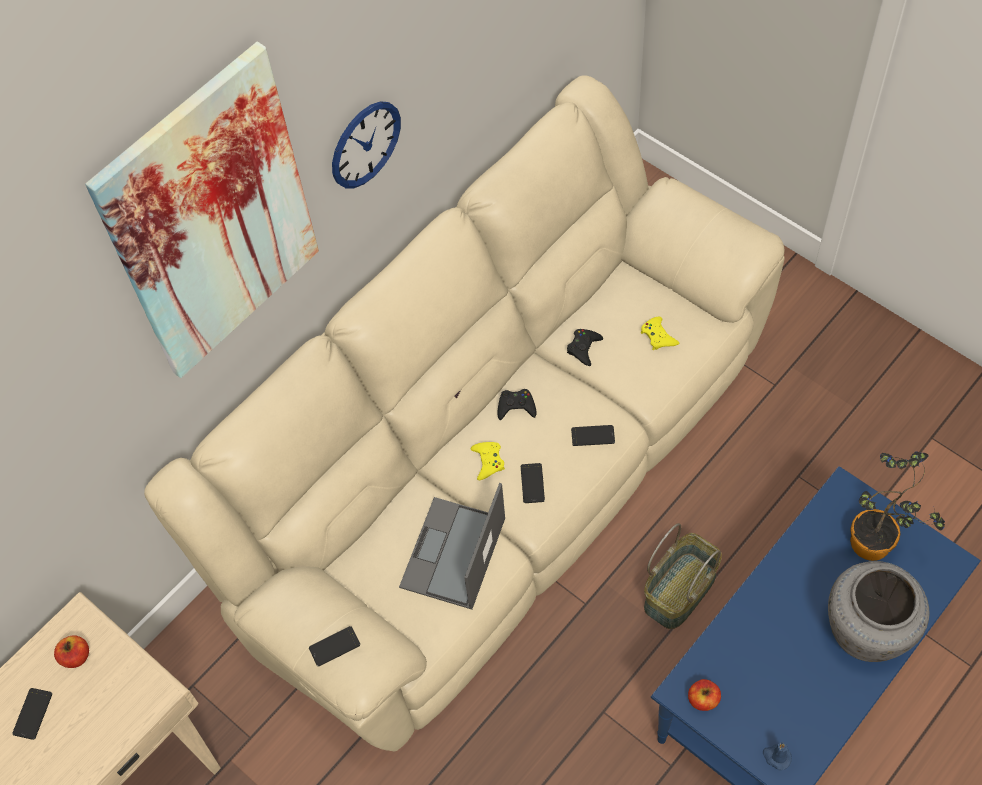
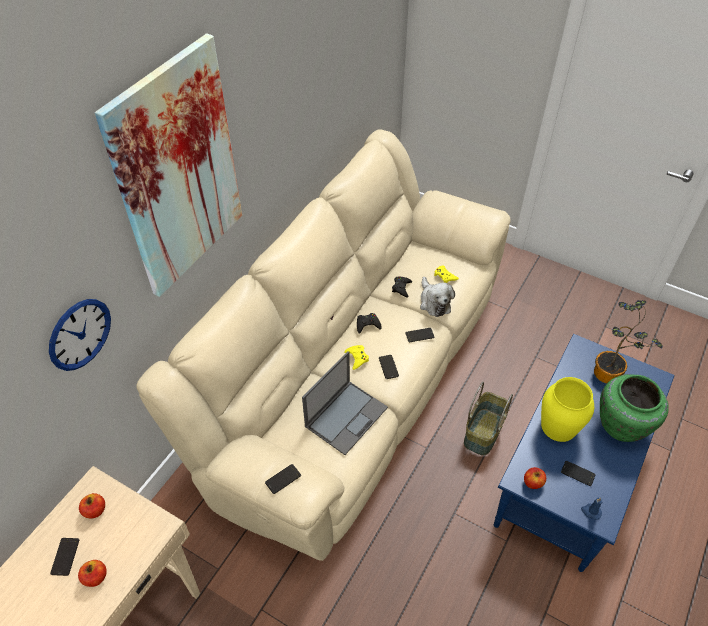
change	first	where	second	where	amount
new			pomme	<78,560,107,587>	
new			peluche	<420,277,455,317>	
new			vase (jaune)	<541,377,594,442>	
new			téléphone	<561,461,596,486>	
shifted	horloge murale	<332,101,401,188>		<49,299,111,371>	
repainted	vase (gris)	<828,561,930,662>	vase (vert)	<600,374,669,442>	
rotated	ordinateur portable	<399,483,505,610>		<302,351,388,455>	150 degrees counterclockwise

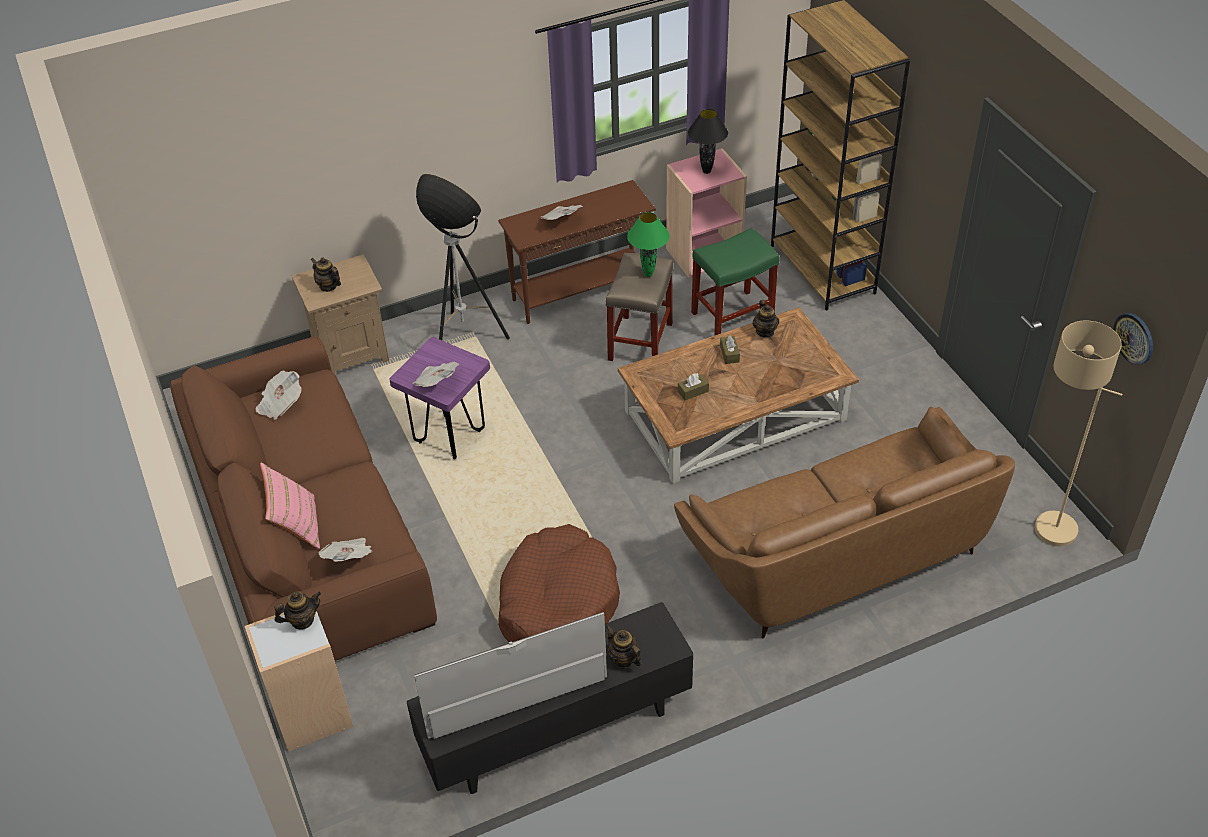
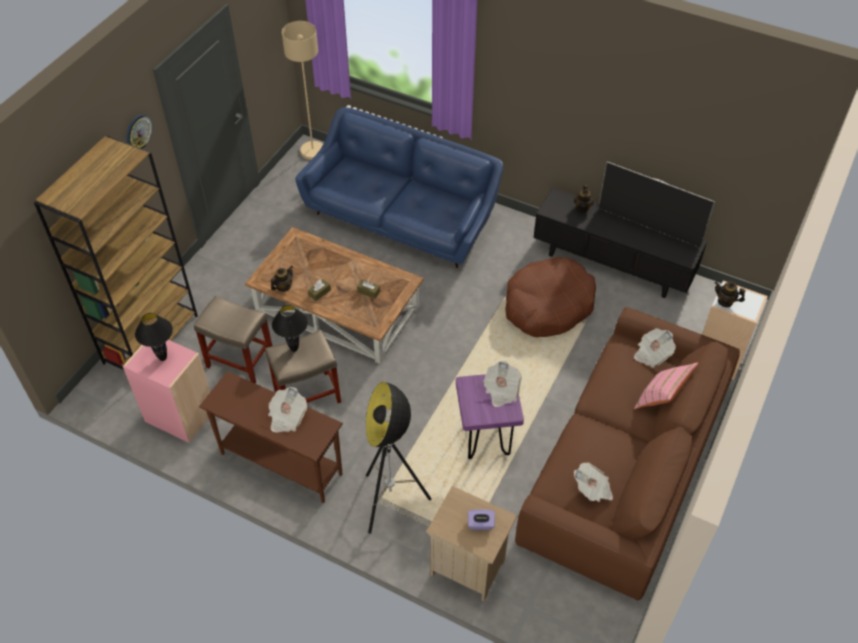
change	first	where	second	where	amount
shifted	horloge murale	<1113,313,1153,365>		<126,115,153,149>	
swapped	théière	<310,258,341,292>	boîte à mouchoirs (violet)	<468,509,495,530>	
repainted	lampe de table (vert)	<627,212,670,277>	lampe de table (noir)	<272,305,308,352>	
repainted	canapé (marron)	<674,406,1015,639>	canapé (bleu)	<295,107,503,268>	
repainted	tabouret (vert)	<691,228,780,335>	tabouret (beige)	<194,296,272,384>	

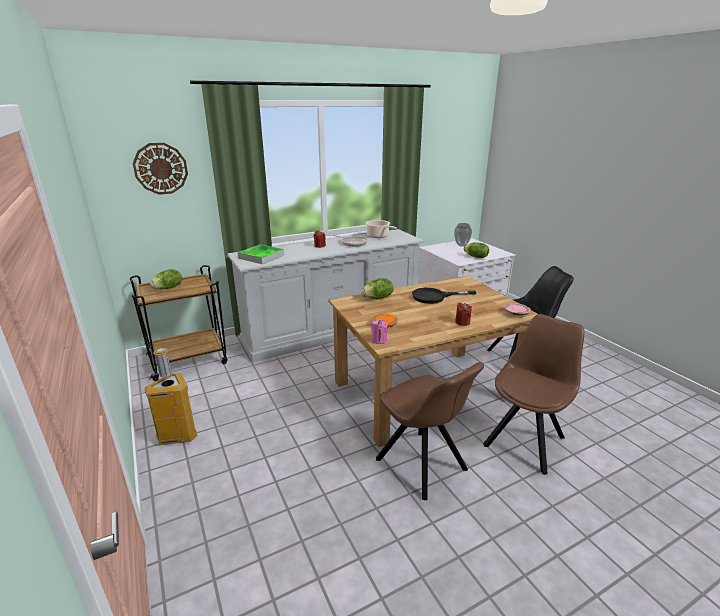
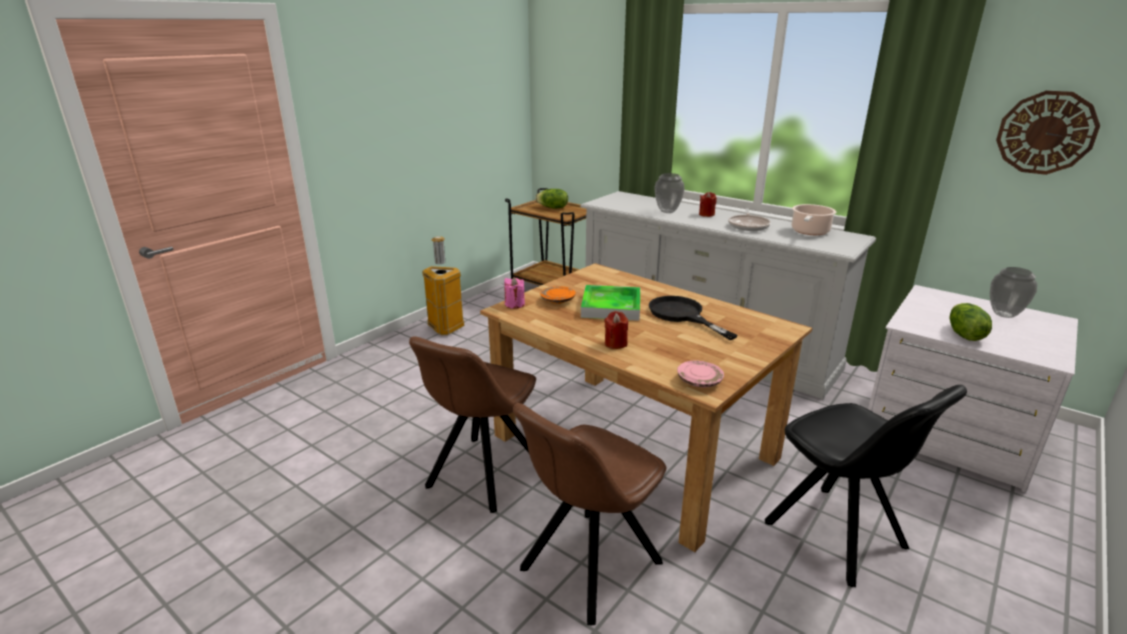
change	first	where	second	where	amount
gone	laitue	<361,278,394,299>			
new			vase	<654,173,685,213>	
shifted	horloge murale	<133,143,188,195>		<996,91,1100,175>	
shifted	plateau	<238,244,284,264>		<581,285,640,321>	
rotated	chaise (marron)	<483,314,584,475>		<513,403,666,626>	120 degrees clockwise

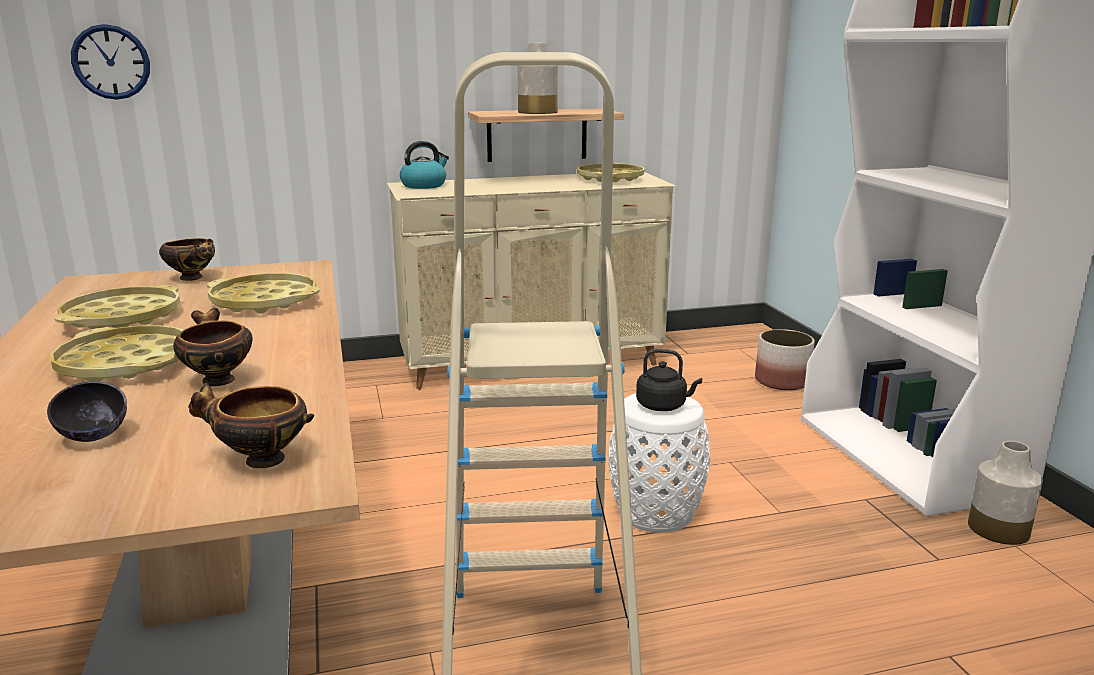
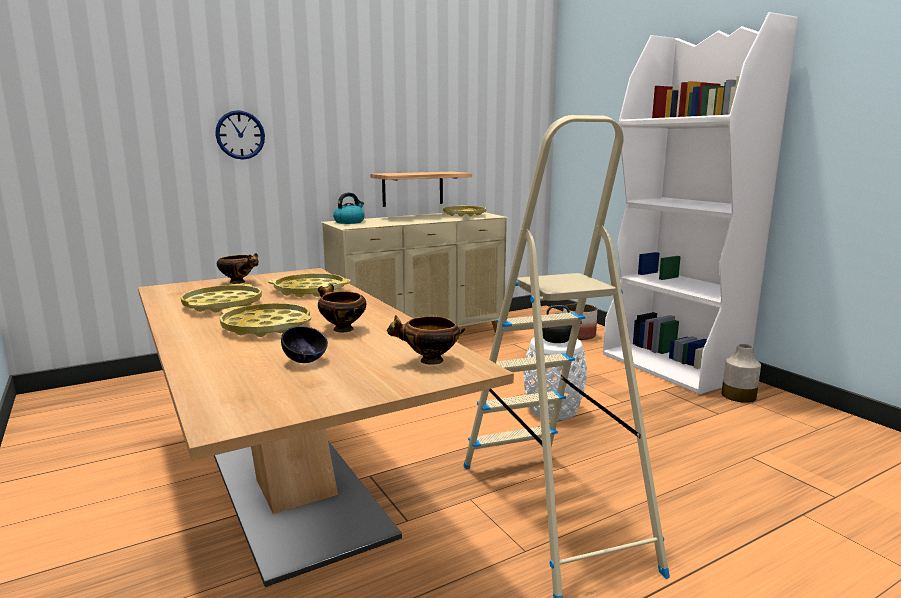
change	first	where	second	where	amount
gone	vase (beige)	<518,43,558,114>			
shifted	horloge murale	<71,24,150,100>		<215,110,265,160>	

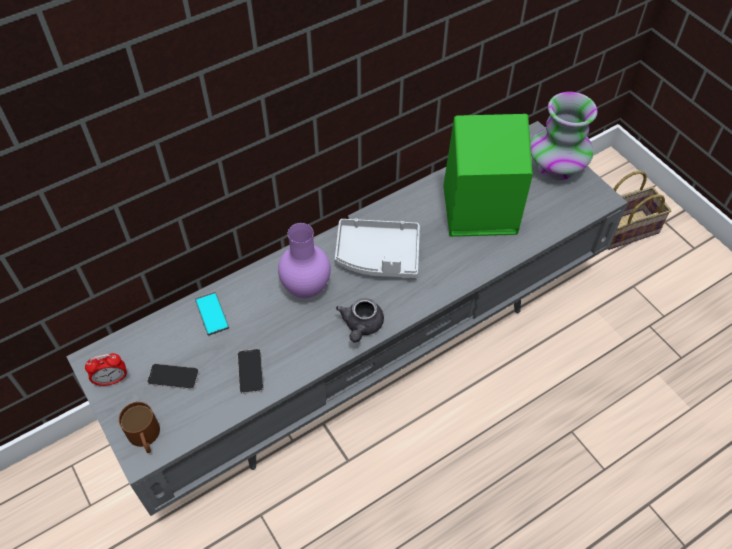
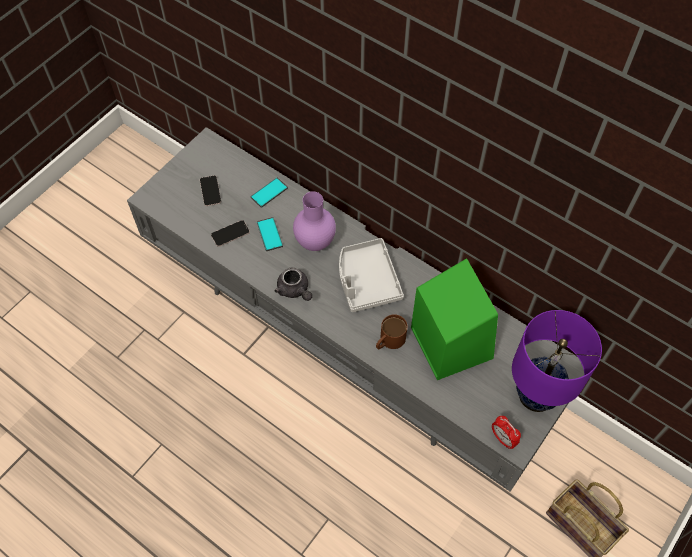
change	first	where	second	where	amount
new			téléphone	<257,217,283,251>	
shifted	réveil	<85,353,127,387>		<492,416,521,449>	
shifted	mug (marron)	<119,402,160,453>		<376,314,407,349>	
swapped	vase	<530,92,598,180>	lampe de table (violet)	<512,310,602,412>	
rotated	théière (gris)	<336,298,384,342>		<275,268,312,301>	120 degrees counterclockwise

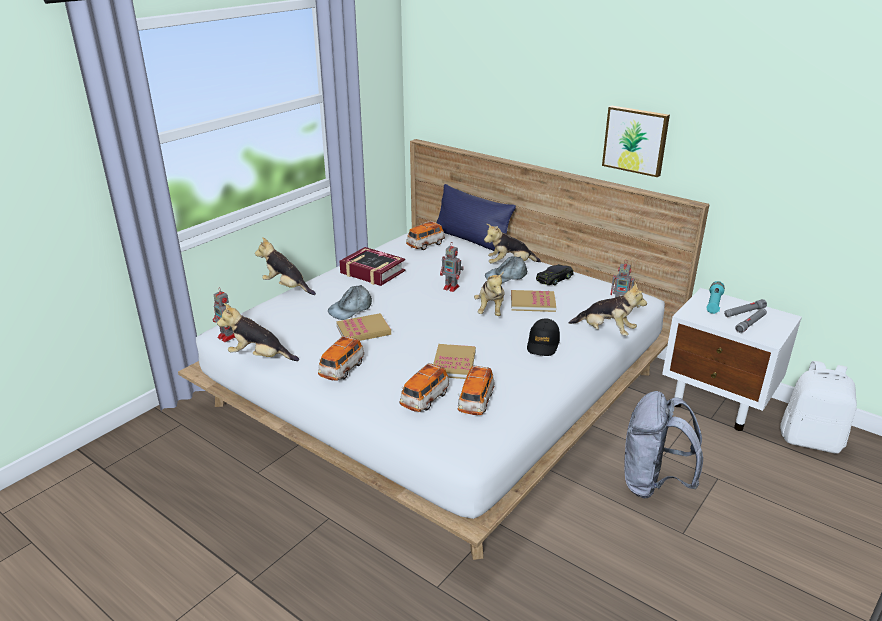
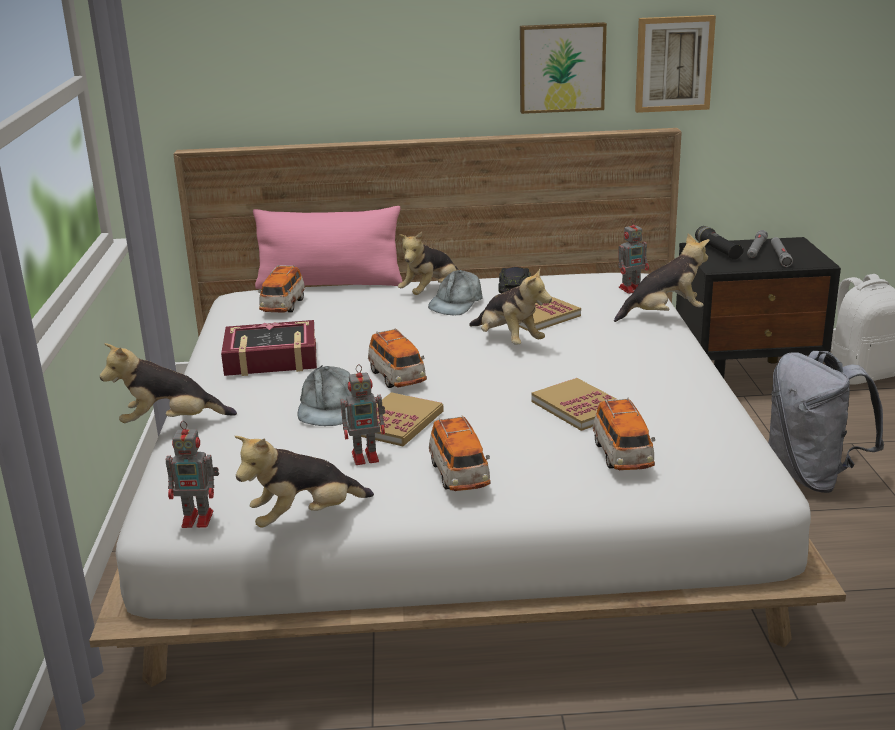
change	first	where	second	where	amount
gone	casquette (noir)	<527,319,560,356>			
new			tableau	<635,15,716,113>	
shifted	robot jouet	<440,243,464,292>		<341,364,385,465>	
shifted	petite voiture	<458,365,495,415>		<368,328,427,388>	
repainted	coussin (bleu)	<436,184,516,253>	coussin (rose)	<253,206,403,289>	
repainted	table de chevet (blanc)	<662,288,802,431>	table de chevet (noir)	<676,237,841,378>	
repainted	lampe de poche (turquoise)	<707,281,725,314>	lampe de poche (noir)	<695,226,744,260>	

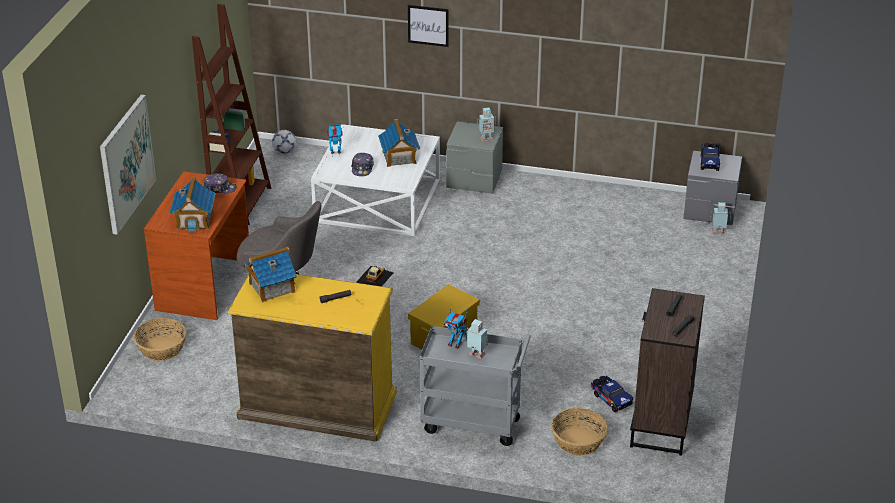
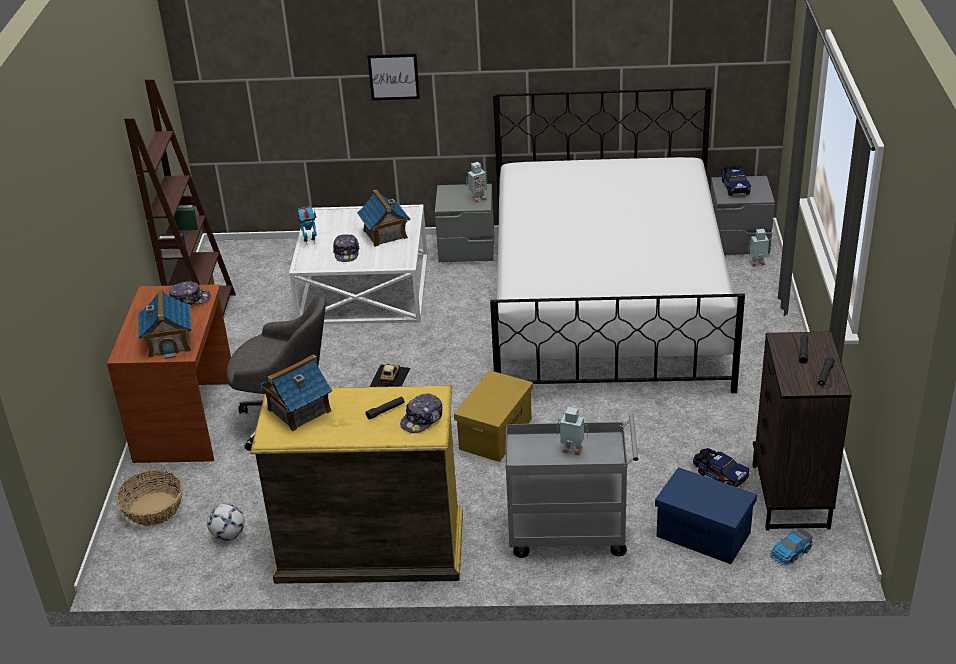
change	first	where	second	where	amount
gone	tableau	<100,95,156,235>			
gone	robot jouet	<443,305,467,349>			
new			casquette	<400,393,443,433>	
new			lit (blanc)	<490,87,745,393>	
new			petite voiture	<770,528,813,565>	
shifted	ballon de foot	<272,130,296,154>		<207,503,245,541>	
swapped	panier	<551,408,608,455>	boîte de rangement (bleu)	<655,467,757,564>	

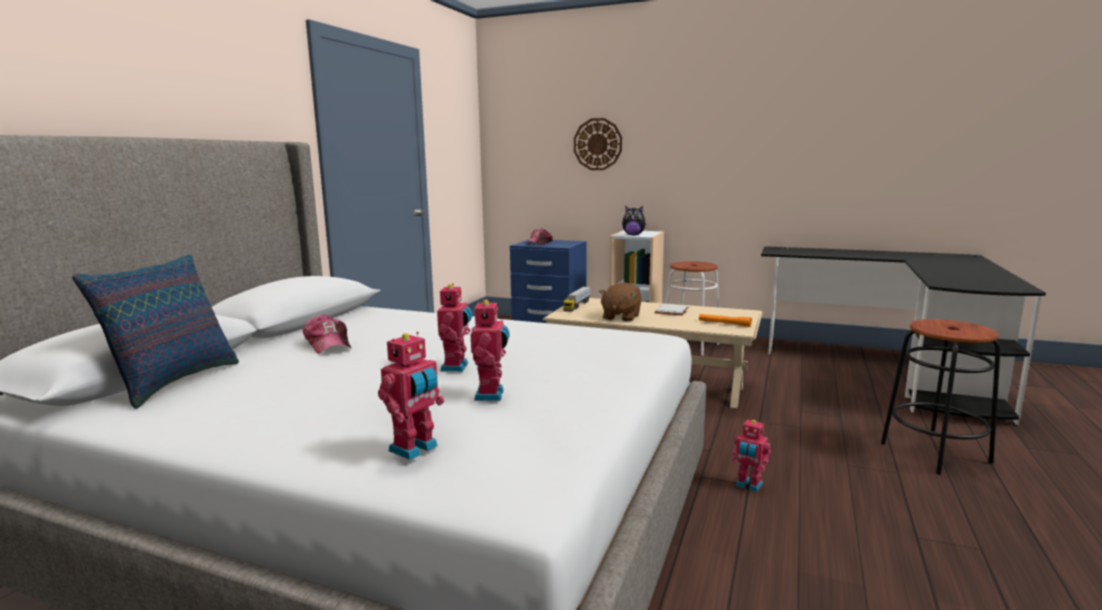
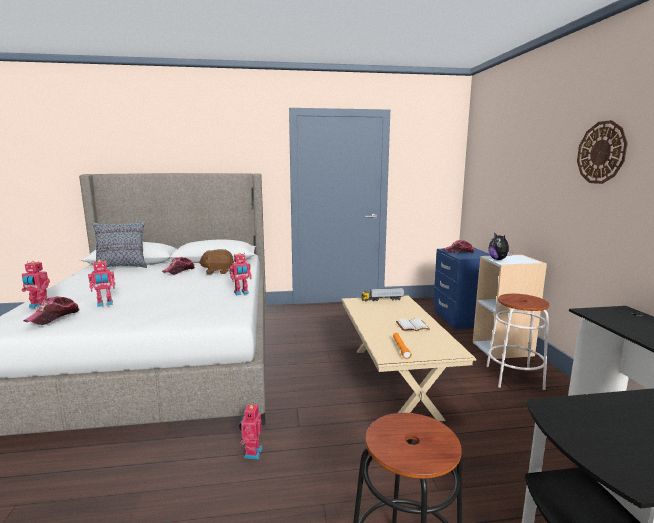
change	first	where	second	where	amount
new			casquette	<23,296,79,325>	
shifted	robot jouet	<437,283,472,372>		<229,253,252,295>	
shifted	horloge murale	<574,118,622,170>		<577,120,628,184>	
shifted	peluche (marron)	<599,282,642,322>		<199,249,234,274>	
repainted	coussin (bleu)	<73,255,239,409>	coussin (gris)	<93,222,147,268>	

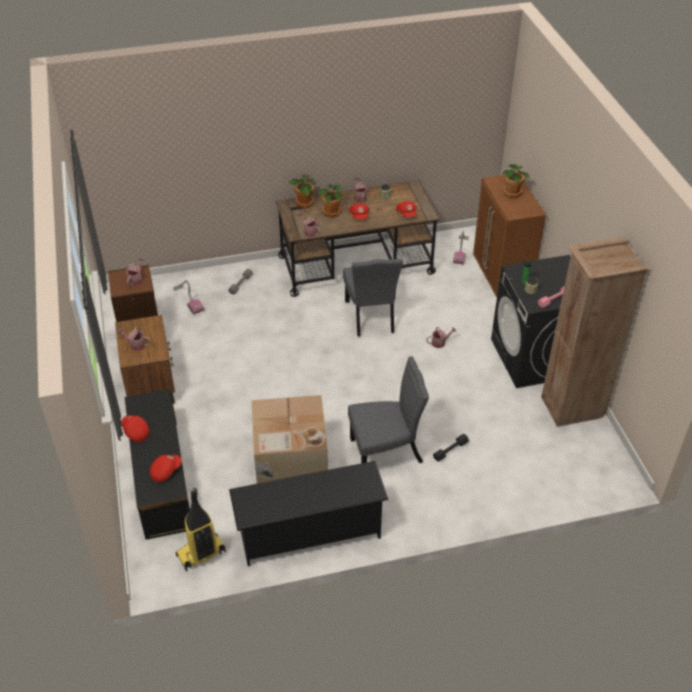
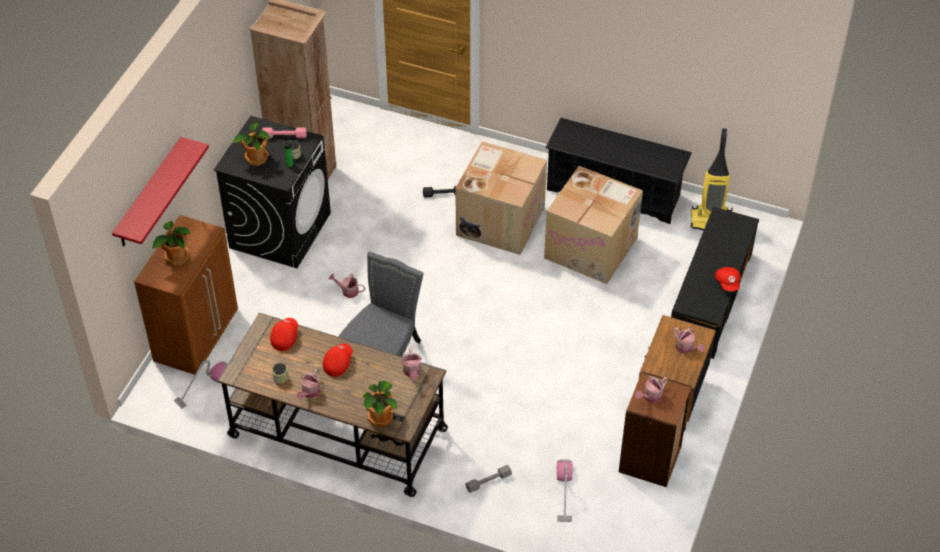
change	first	where	second	where	amount
gone	casquette (rouge)	<150,455,182,482>			
new			étagère (rouge)	<112,137,209,246>	
shifted	plante en pot	<319,184,344,218>		<233,123,270,166>	
swapped	chaise (gris)	<348,356,429,463>	carton	<455,141,547,255>	

